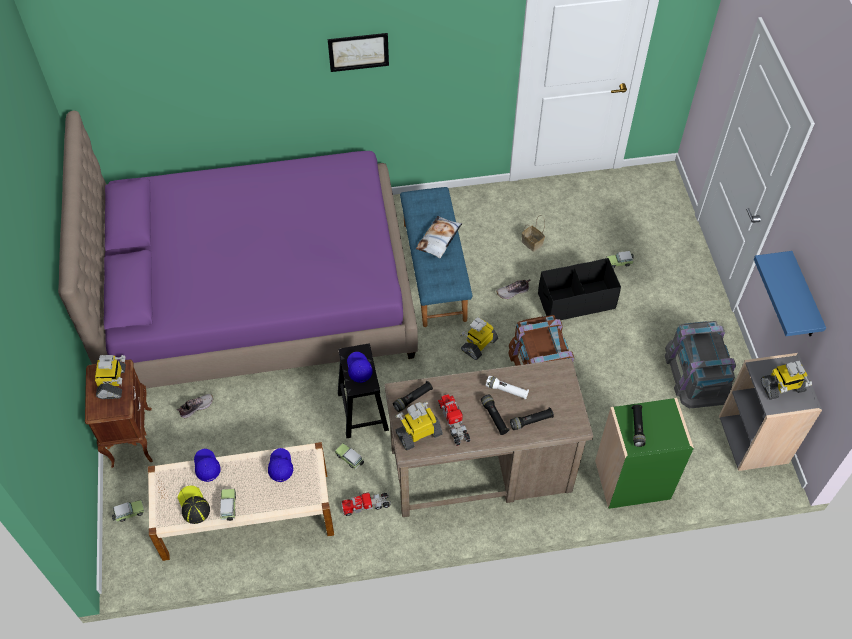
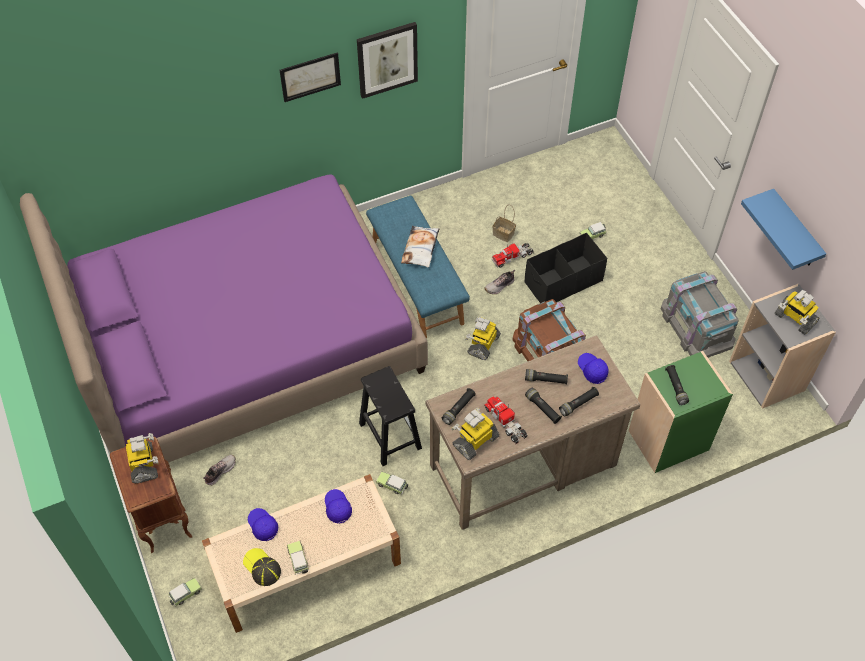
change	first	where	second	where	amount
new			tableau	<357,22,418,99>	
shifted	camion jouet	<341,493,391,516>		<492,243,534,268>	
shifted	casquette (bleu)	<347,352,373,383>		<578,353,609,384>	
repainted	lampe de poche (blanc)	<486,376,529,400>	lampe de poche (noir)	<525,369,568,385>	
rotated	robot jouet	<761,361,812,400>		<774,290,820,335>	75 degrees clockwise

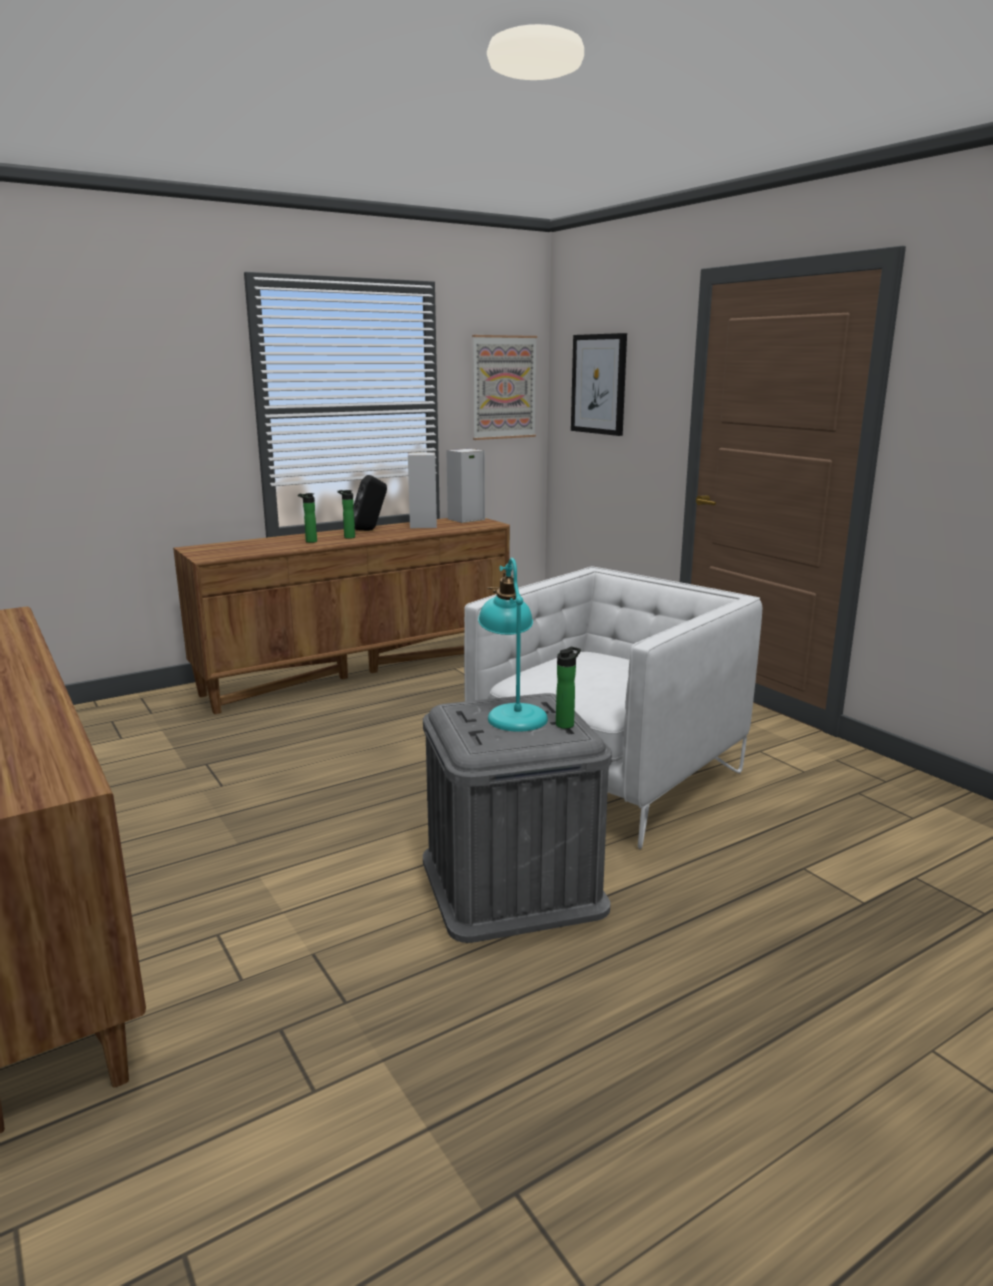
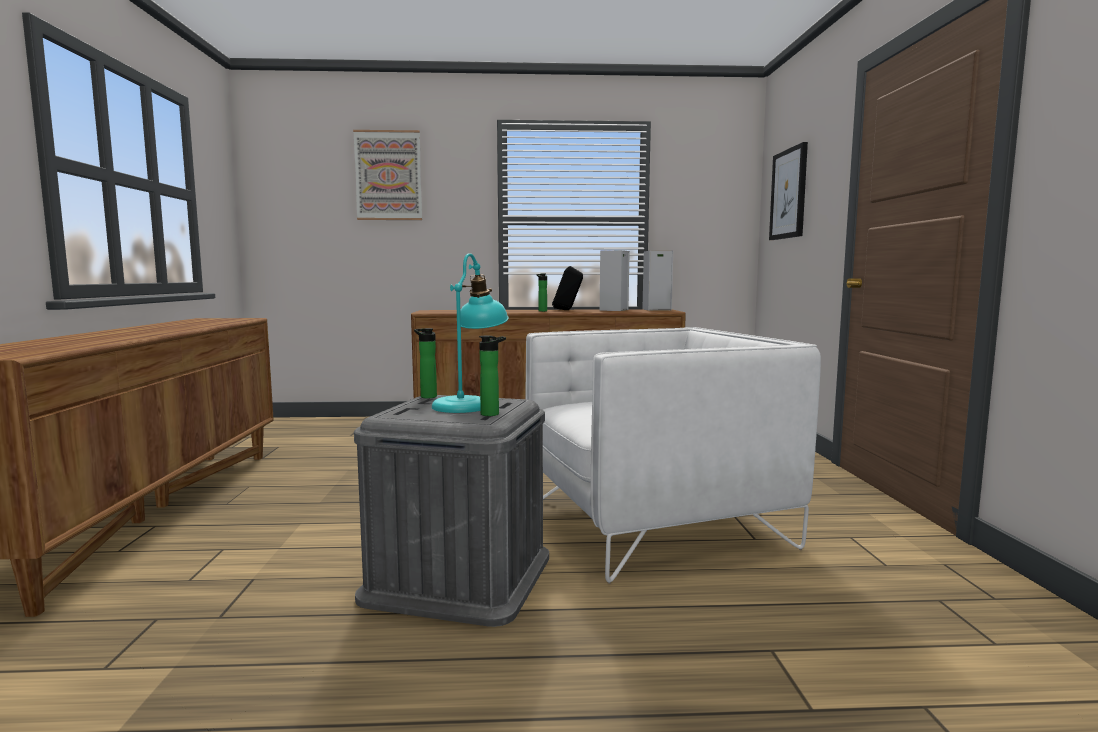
change	first	where	second	where	amount
shifted	bouteille	<298,493,317,543>		<414,328,437,398>	
shifted	tableau	<472,335,537,440>		<353,130,422,220>	

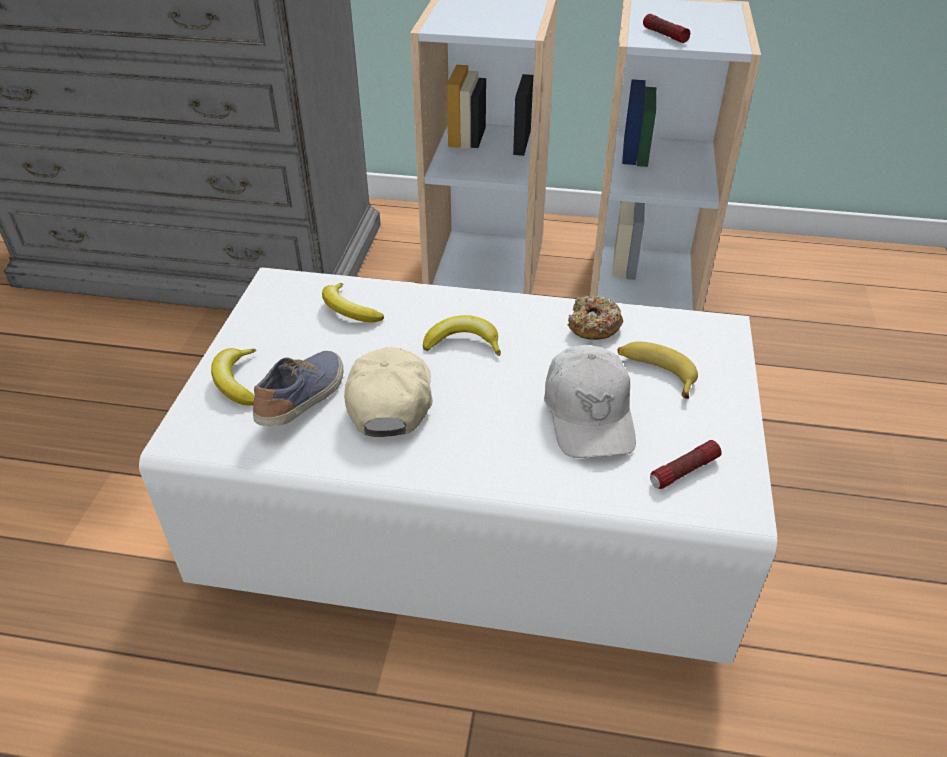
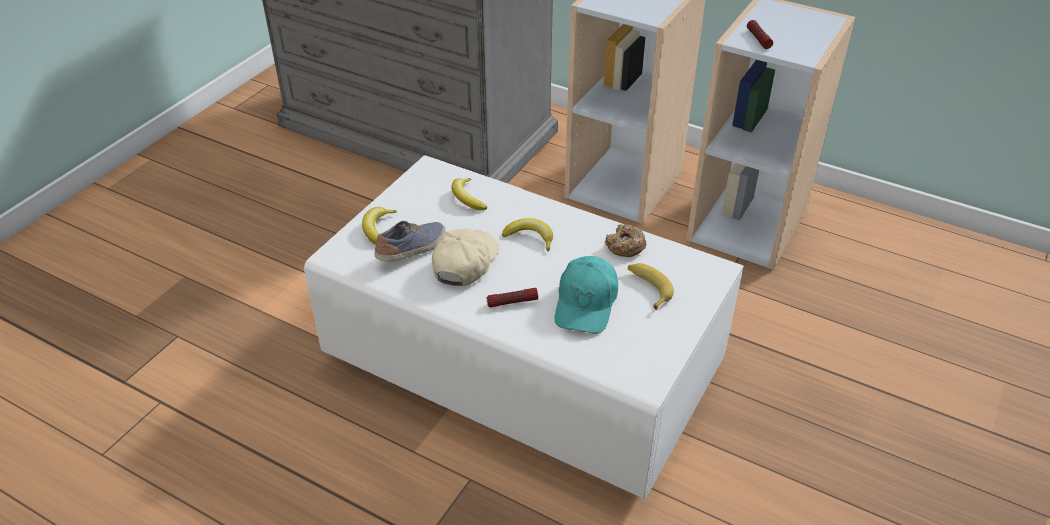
change	first	where	second	where	amount
shifted	lampe de poche	<650,440,722,489>		<487,288,538,308>	
repainted	casquette (blanc)	<544,345,636,458>	casquette (turquoise)	<555,256,618,334>	

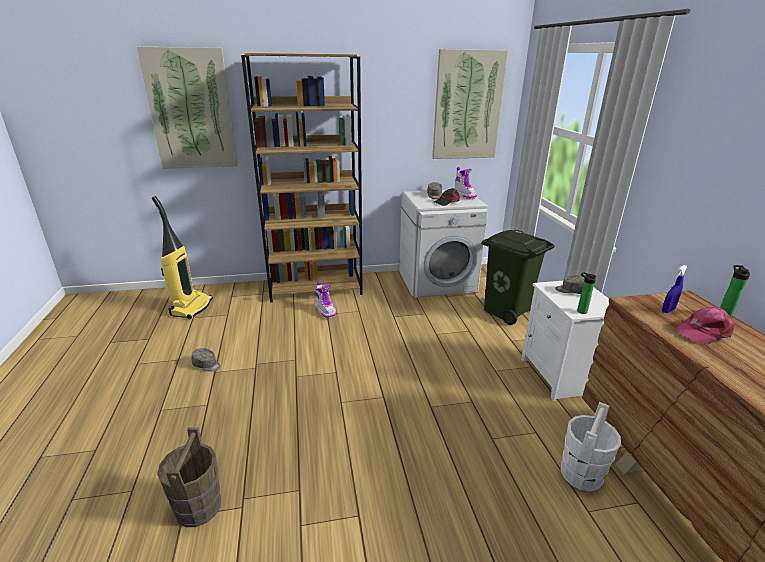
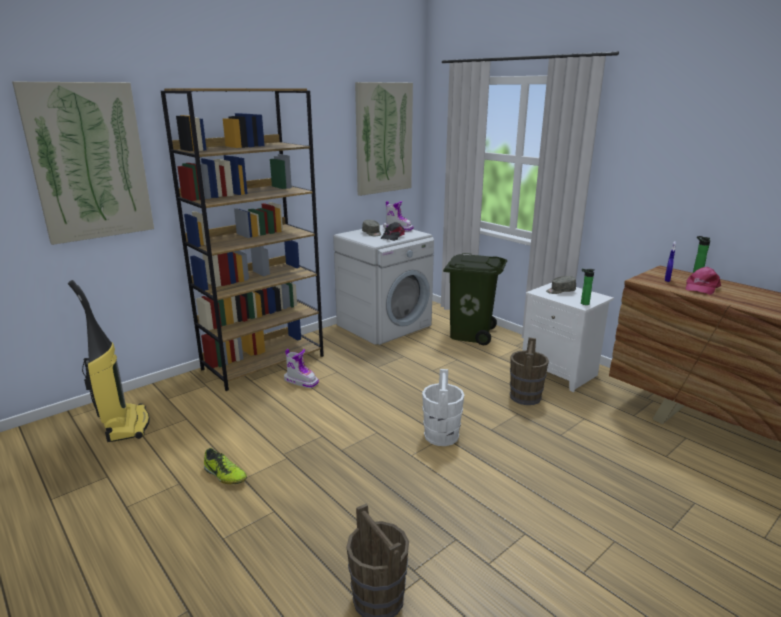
change	first	where	second	where	amount
new			seau (marron)	<510,338,549,405>	
shifted	seau (blanc)	<561,402,621,492>		<422,369,464,446>	
swapped	casquette (gris)	<192,348,221,372>	chaussure	<204,448,247,484>	

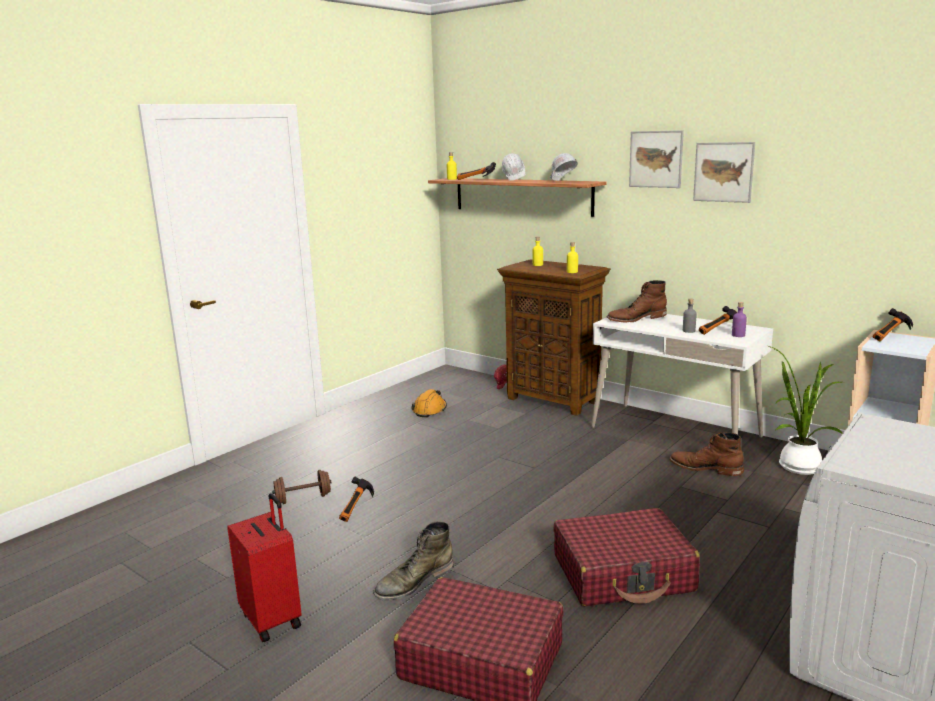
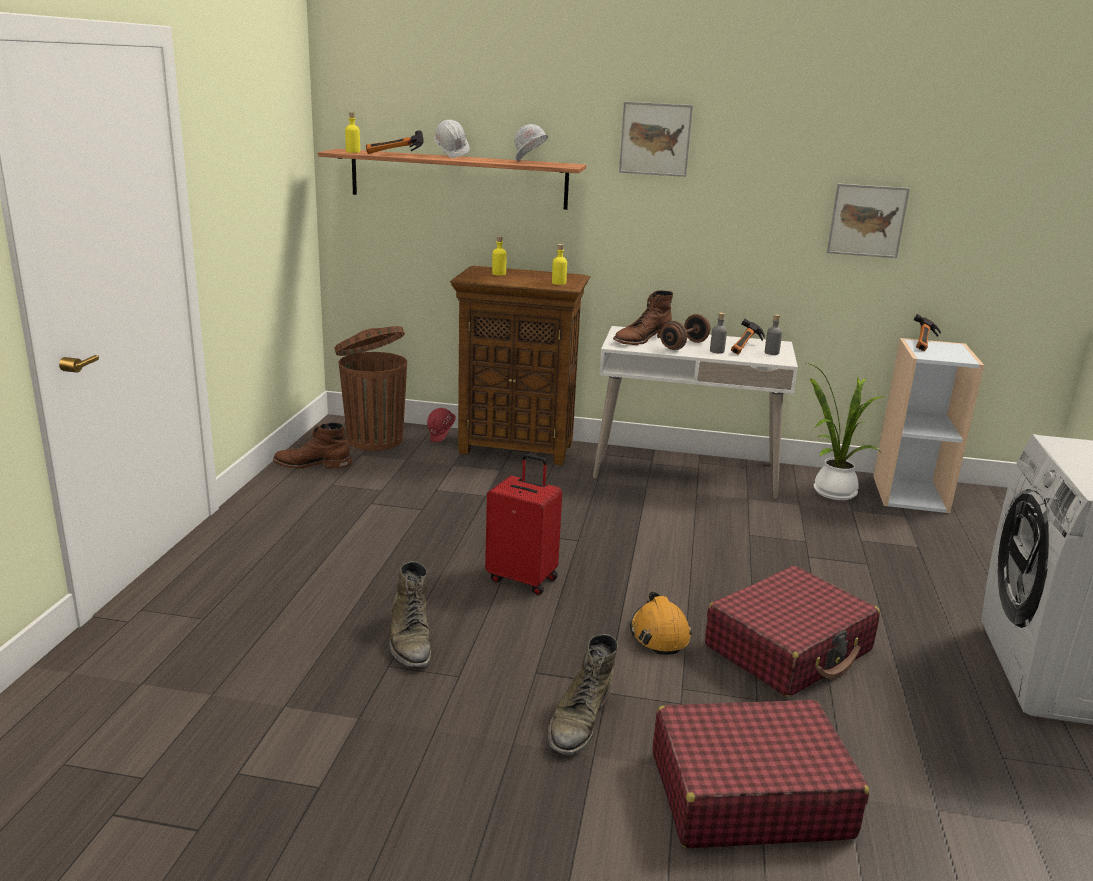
change	first	where	second	where	amount
new			poubelle (marron)	<334,326,407,451>	
shifted	valise (rouge)	<227,493,302,642>		<485,454,562,595>	
shifted	haltère (marron)	<272,470,331,504>		<660,314,710,350>	
shifted	casque de chantier (orange)	<411,389,447,417>		<630,591,692,655>	
shifted	botte (marron)	<670,432,744,476>		<273,423,352,469>	
shifted	tableau	<693,142,755,203>		<827,184,910,258>	
swapped	marteau	<339,476,374,522>	botte (vert)	<389,561,431,667>	
repainted	bouteille (violet)	<732,302,747,337>	bouteille (gris)	<765,314,782,355>	

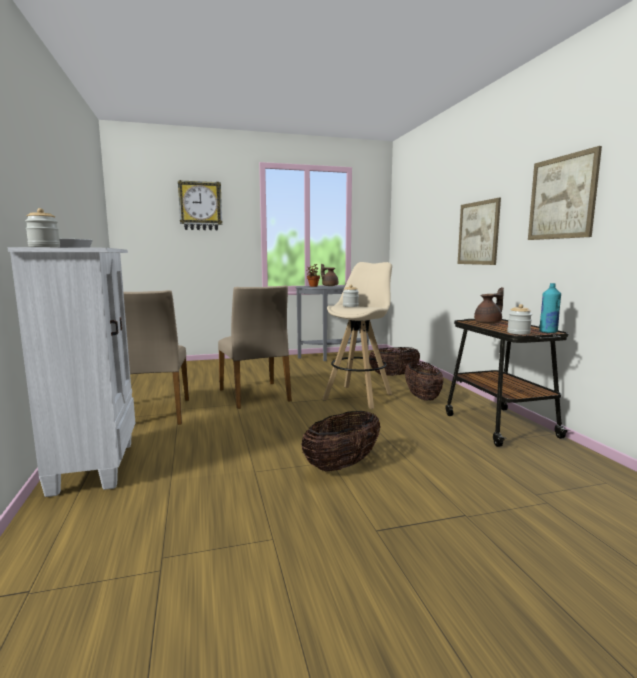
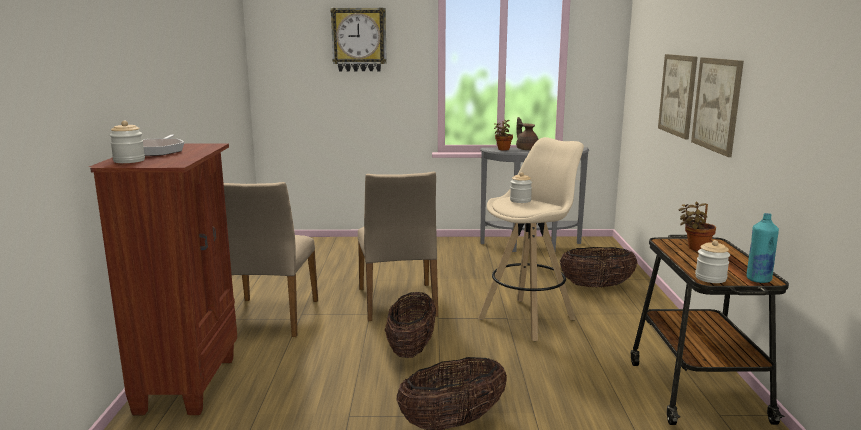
change	first	where	second	where	amount
shifted	panier	<405,361,444,401>		<385,292,436,358>	
shifted	tableau	<528,146,602,240>		<658,54,697,140>	
swapped	théière (marron)	<474,287,504,324>	plante en pot	<679,202,716,251>	
repainted	meuble de rangement (blanc)	<8,247,135,497>	meuble de rangement (marron)	<89,144,237,415>	

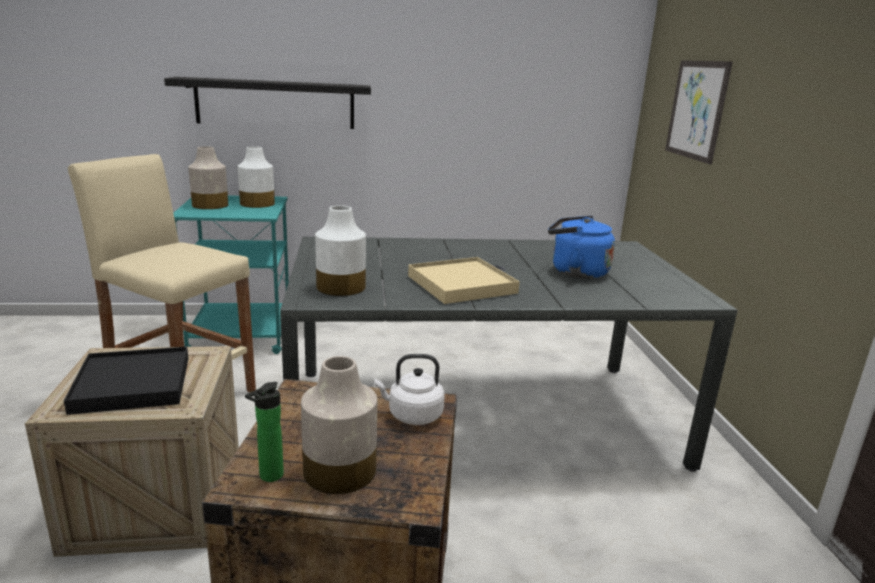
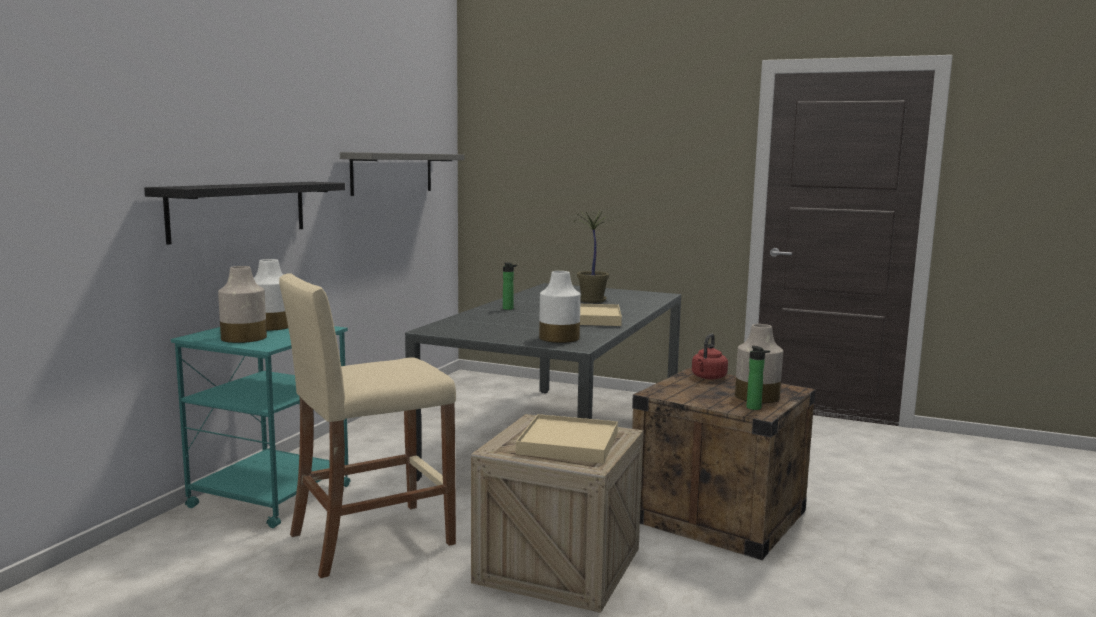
change	first	where	second	where	amount
gone	tableau	<665,60,733,164>			
new			étagère (gris)	<340,152,465,196>	
new			bouteille	<503,262,517,310>	
swapped	bouilloire (bleu)	<548,216,615,279>	plante en pot	<558,211,619,303>	
repainted	plateau (noir)	<64,347,188,415>	plateau (beige)	<516,414,618,463>	
repainted	bouilloire (blanc)	<374,354,445,425>	bouilloire (rouge)	<692,333,728,379>	

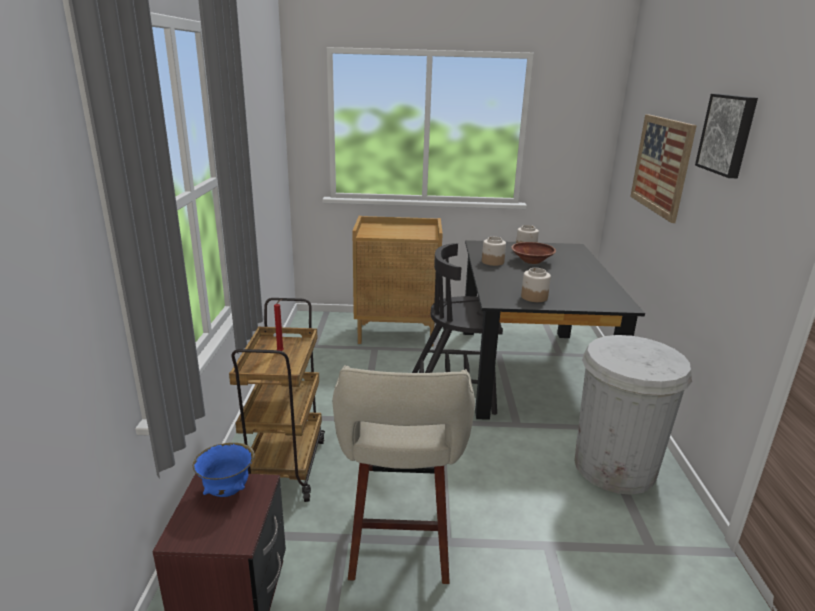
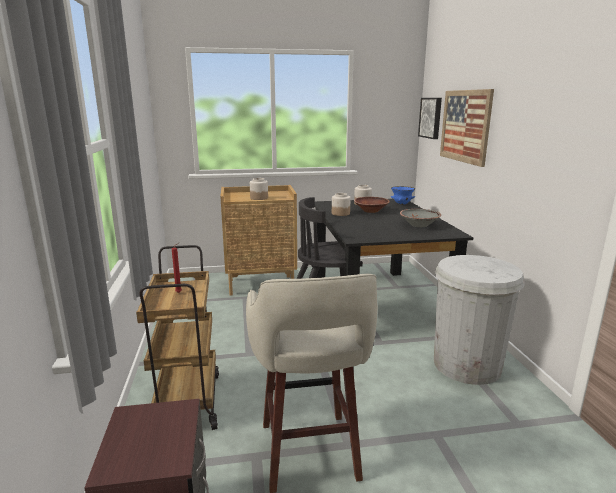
change	first	where	second	where	amount
new			bol (gris)	<400,209,441,227>	
shifted	bol (bleu)	<193,443,255,497>		<391,186,415,205>	
shifted	bocal	<521,268,551,302>		<250,178,268,200>	
shifted	tableau	<695,94,758,178>		<418,98,442,139>	

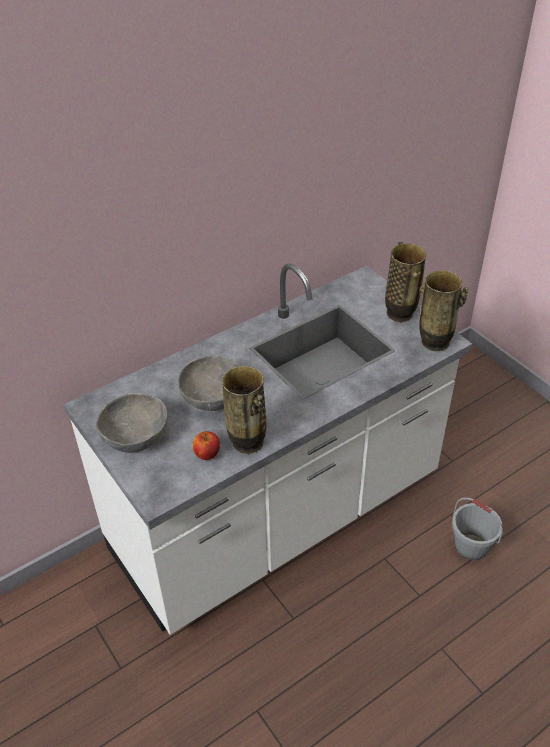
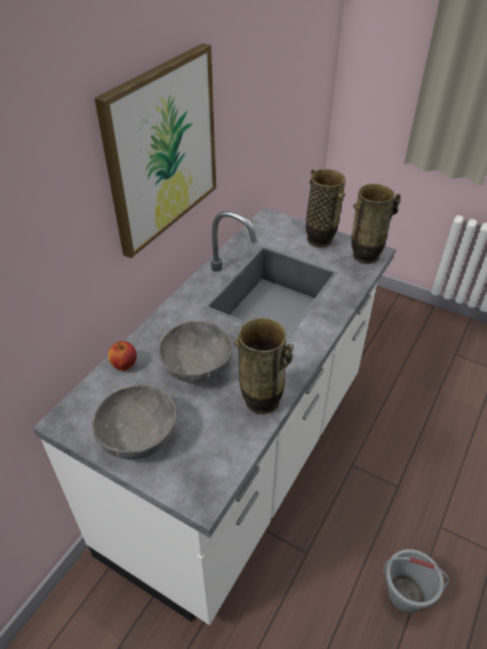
change	first	where	second	where	amount
new			tableau	<95,43,216,258>	
shifted	pomme	<193,431,220,460>		<108,341,137,371>	
shifted	seau (gris)	<452,498,503,560>		<383,549,449,613>	

